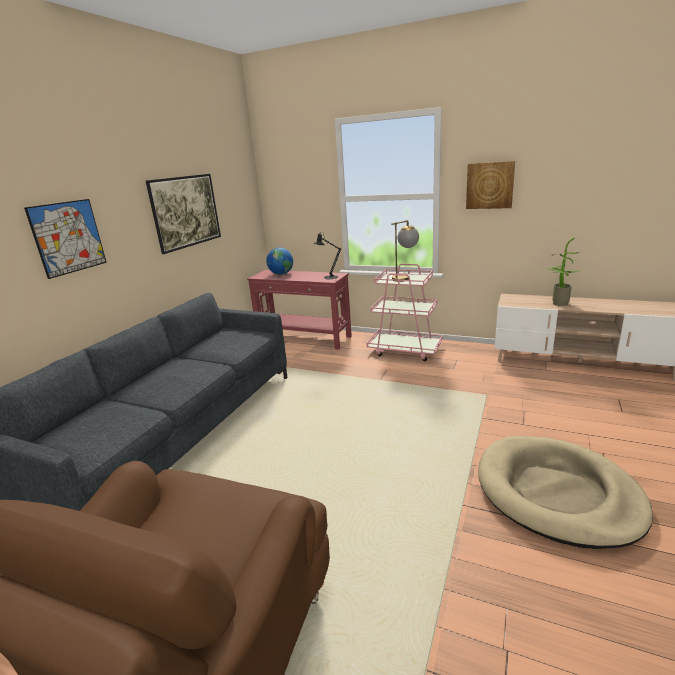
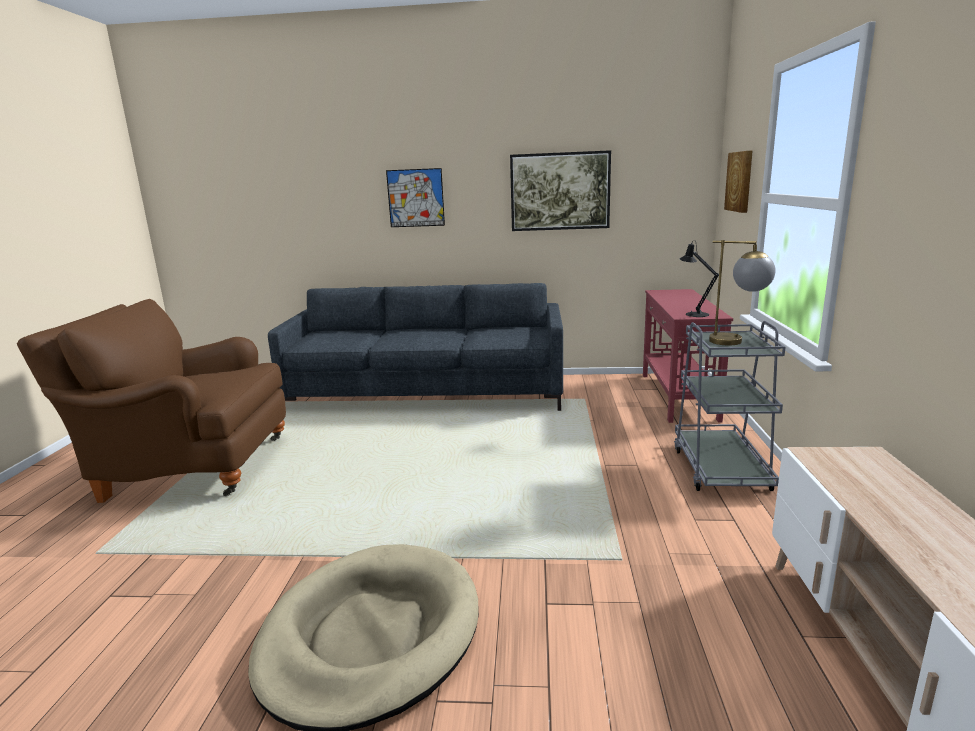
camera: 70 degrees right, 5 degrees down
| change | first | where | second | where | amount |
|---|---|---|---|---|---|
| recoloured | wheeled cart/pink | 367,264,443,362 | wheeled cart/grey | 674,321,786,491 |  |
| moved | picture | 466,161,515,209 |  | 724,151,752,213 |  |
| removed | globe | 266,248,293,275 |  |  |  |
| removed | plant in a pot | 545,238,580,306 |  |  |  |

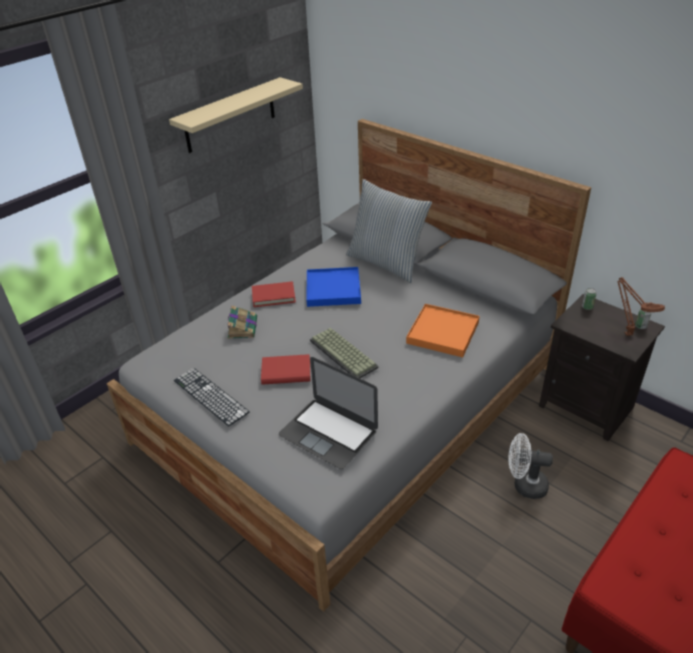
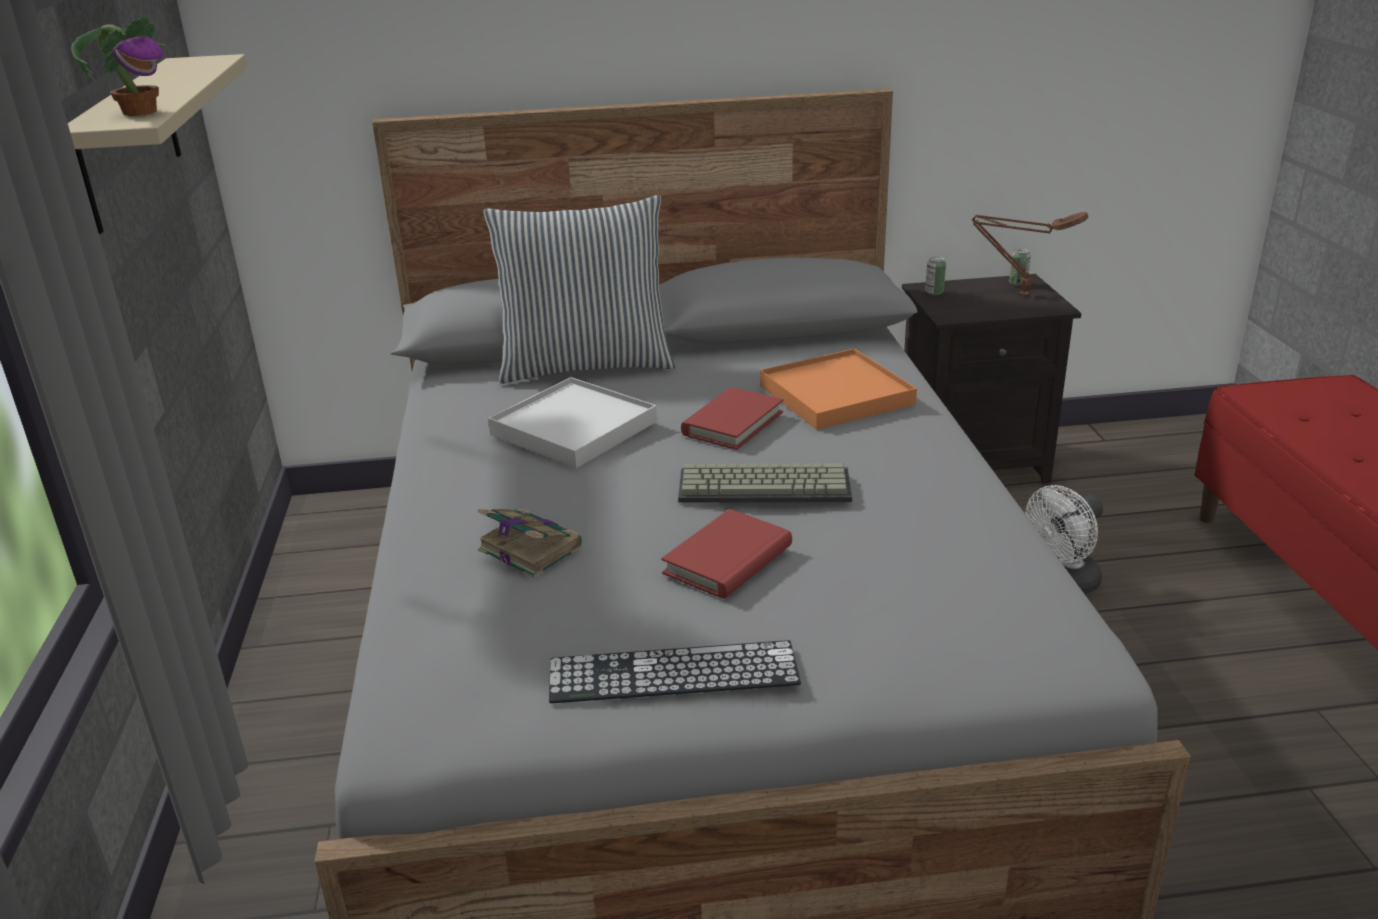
camera: 50 degrees left, 10 degrees down
| change | first | where | second | where | amount |
|---|---|---|---|---|---|
| added |  |  | plant in a pot | 71,16,167,116 |  |
| recoloured | carrying tray/blue | 306,267,361,307 | carrying tray/whitish | 488,377,657,468 |  |
| moved | book/red-coloured | 252,281,296,307 |  | 681,387,783,450 |  |
| removed | notebook computer | 279,357,378,469 |  |  |  |

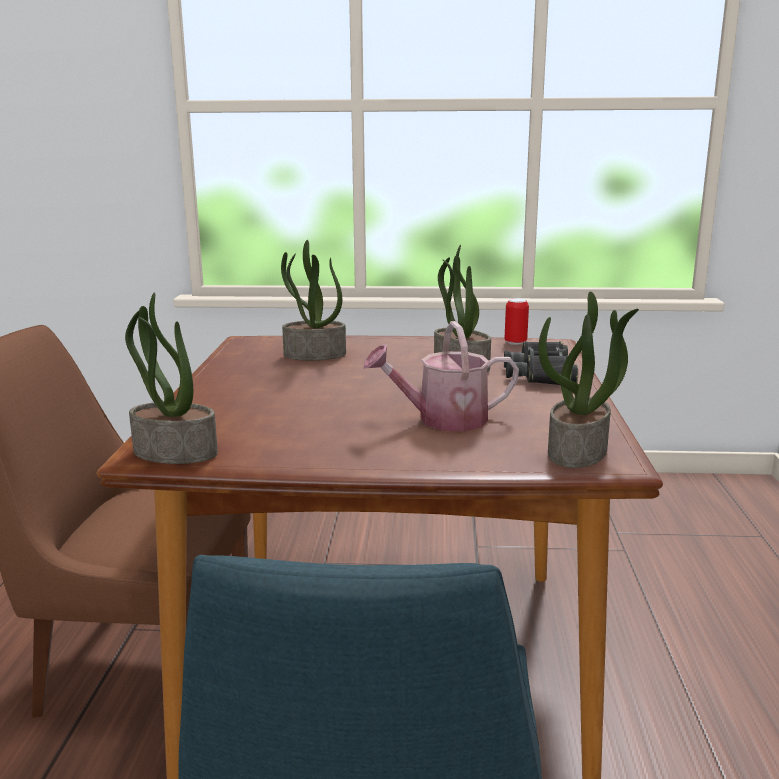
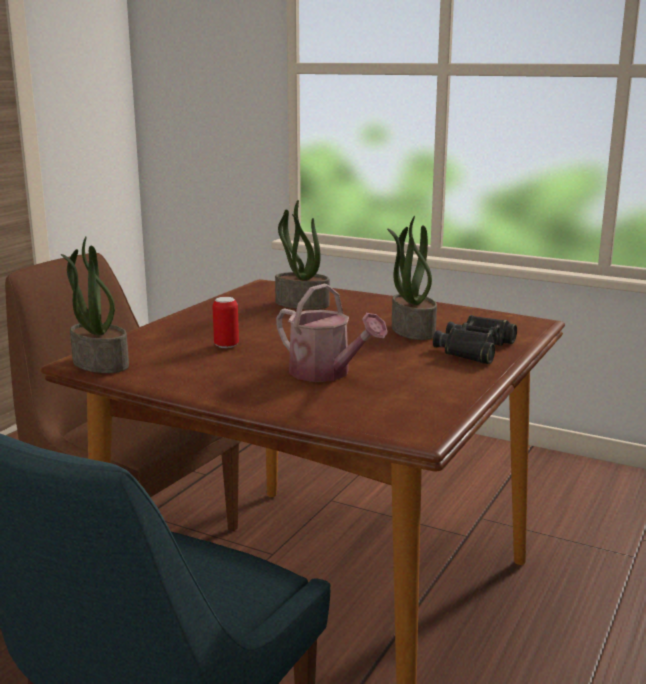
camera: 25 degrees right, 0 degrees up
| change | first | where | second | where | amount |
|---|---|---|---|---|---|
| moved | metal can | 505,298,529,345 |  | 213,297,239,348 |  |
| turned | watering can | 363,321,519,431 |  | 276,284,388,382 | 150 degrees counterclockwise |
| removed | plant in a pot | 538,291,639,468 |  |  |  |

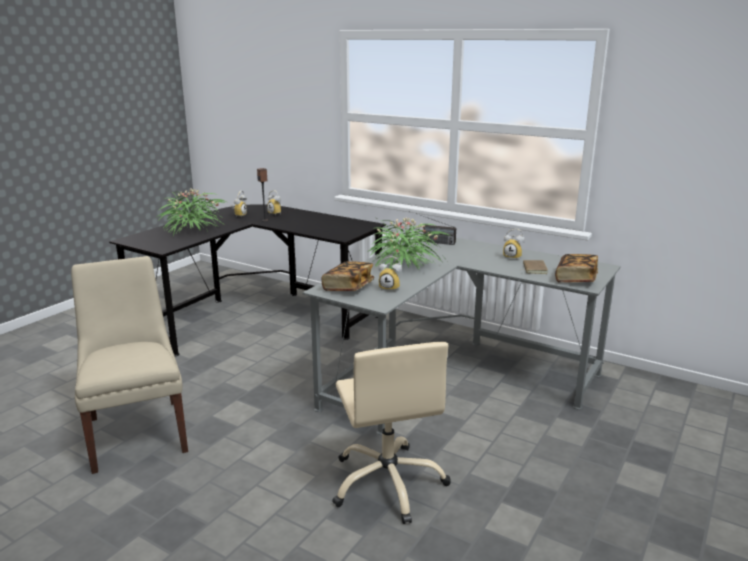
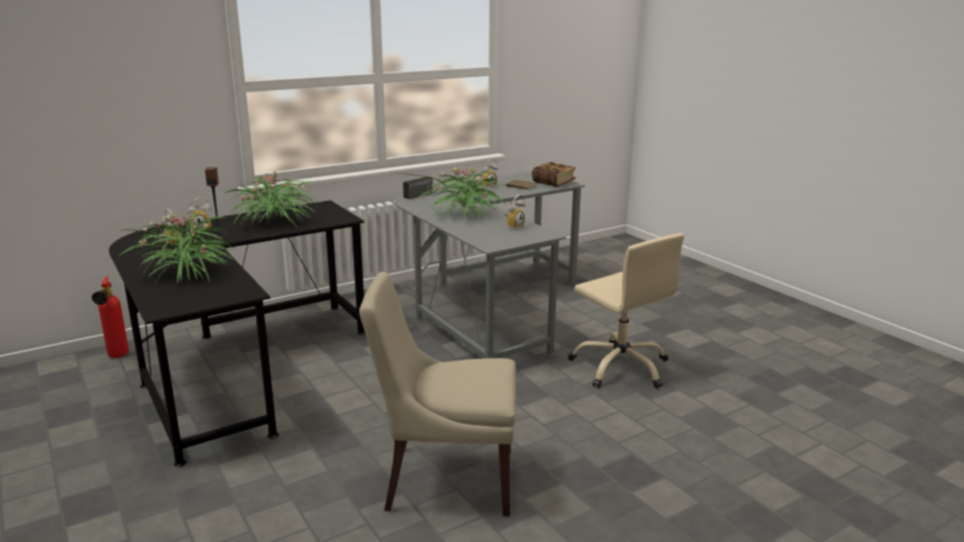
camera: 65 degrees left, 0 degrees up
| change | first | where | second | where | amount |
|---|---|---|---|---|---|
| added |  |  | extinguisher | 92,276,129,358 |  |
| added |  |  | plant in a pot | 225,171,319,227 |  |
| turned | desk chair/sand-coloured | 332,342,451,524 |  | 568,233,684,388 | 45 degrees clockwise |
| removed | book | 322,261,374,291 |  |  |  |

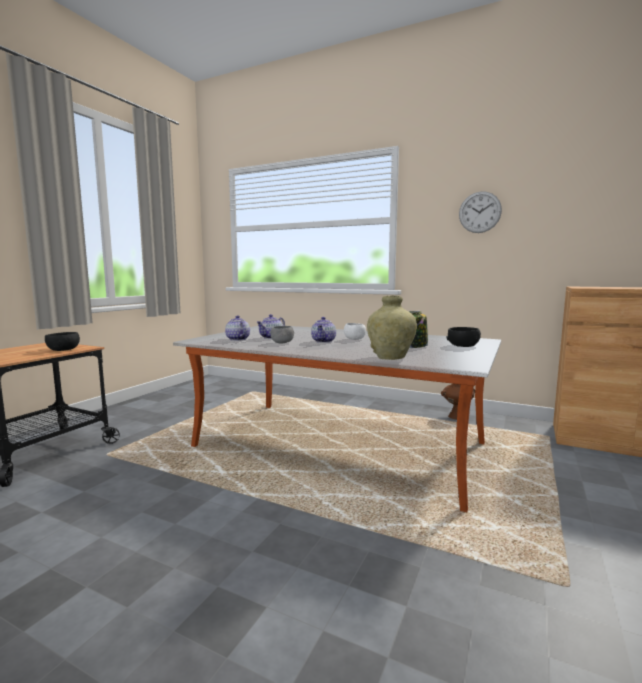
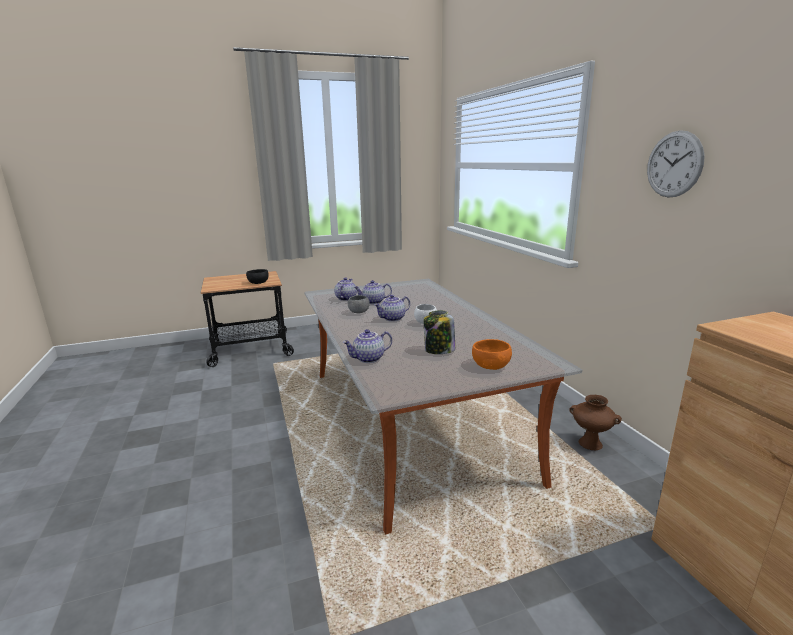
camera: 45 degrees right, 10 degrees up
| change | first | where | second | where | amount |
|---|---|---|---|---|---|
| replaced | flower vase/sand-coloured | 367,295,417,360 | pot for tea | 342,329,392,363 |  |
| recoloured | bowl/black-coloured | 446,327,481,347 | bowl/orange-coloured | 472,339,512,370 |  |

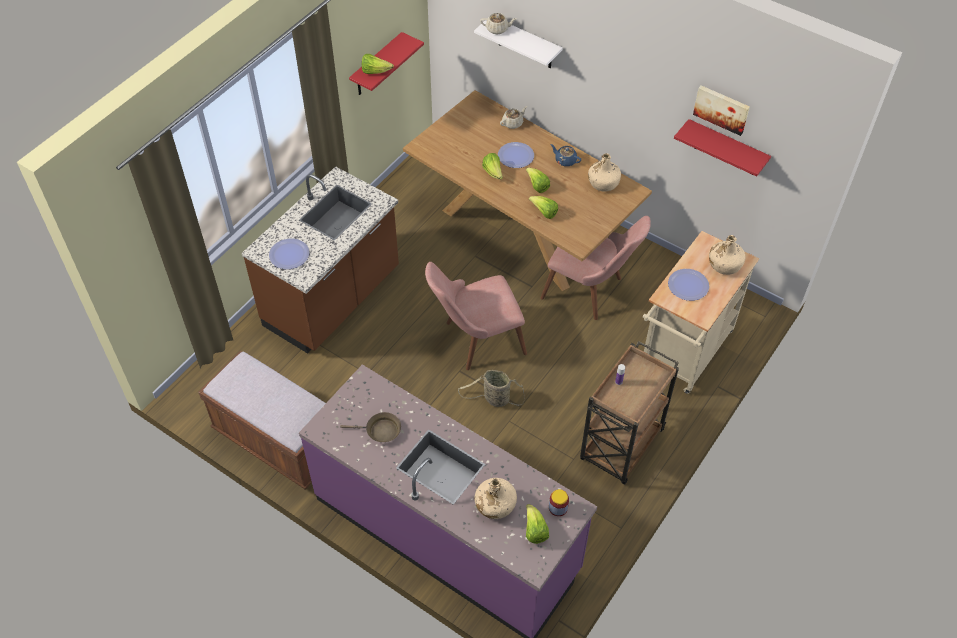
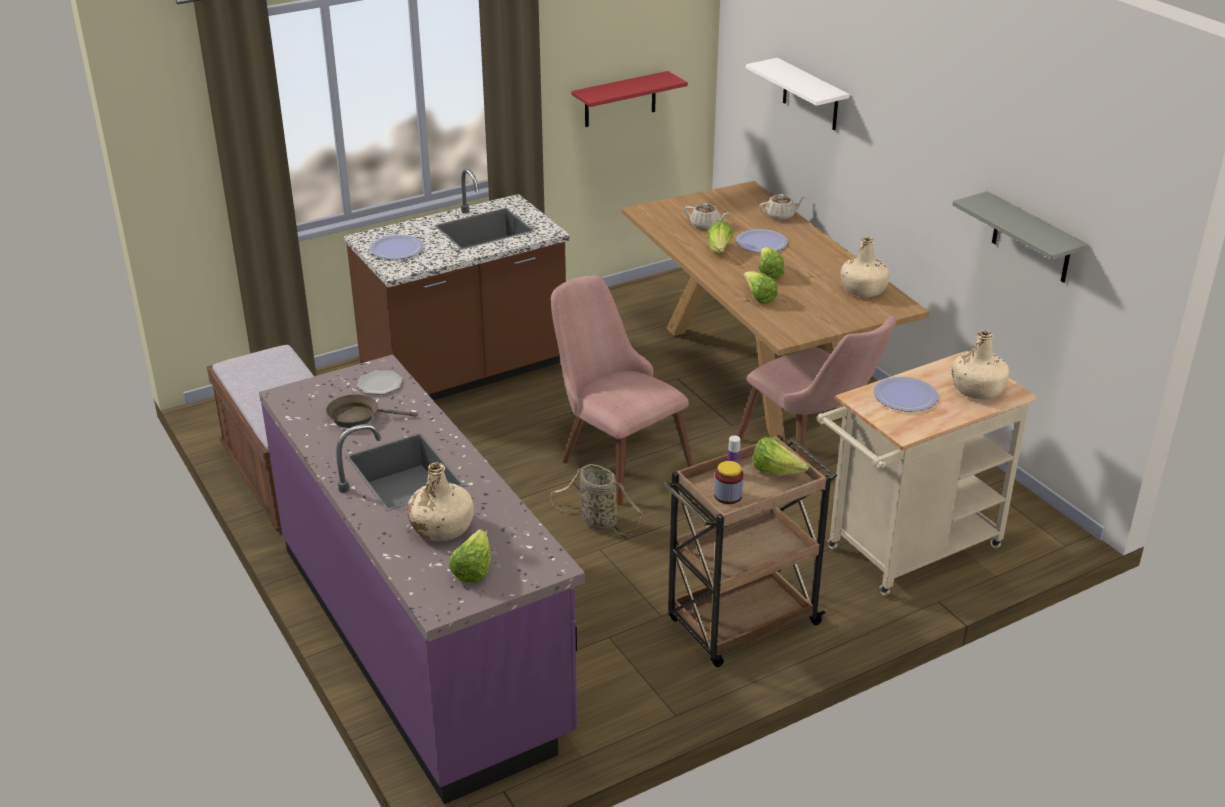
camera: 25 degrees right, 20 degrees down
| change | first | where | second | where | amount |
|---|---|---|---|---|---|
| turned | pan/brown-coloured | 340,412,401,442 |  | 326,394,418,428 | 150 degrees clockwise |
| added |  |  | dinner plate | 357,370,403,395 |  |
| turned | plain chair/pink | 425,262,527,370 |  | 551,275,694,505 | 45 degrees clockwise |
| moved | pot for tea/sand-coloured | 480,13,517,34 |  | 685,203,730,230 |  |
| moved | preserve jar | 549,489,569,516 |  | 714,461,743,504 |  |
| moved | lettuce | 362,54,394,74 |  | 753,437,809,475 |  |
| recoloured | bracket shelf/red-coloured | 674,119,771,177 | bracket shelf/grey | 952,191,1088,283 |  |
| removed | pot for tea/blue | 550,144,581,167 |  |  |  |
| removed | picture | 693,85,750,136 |  |  |  |

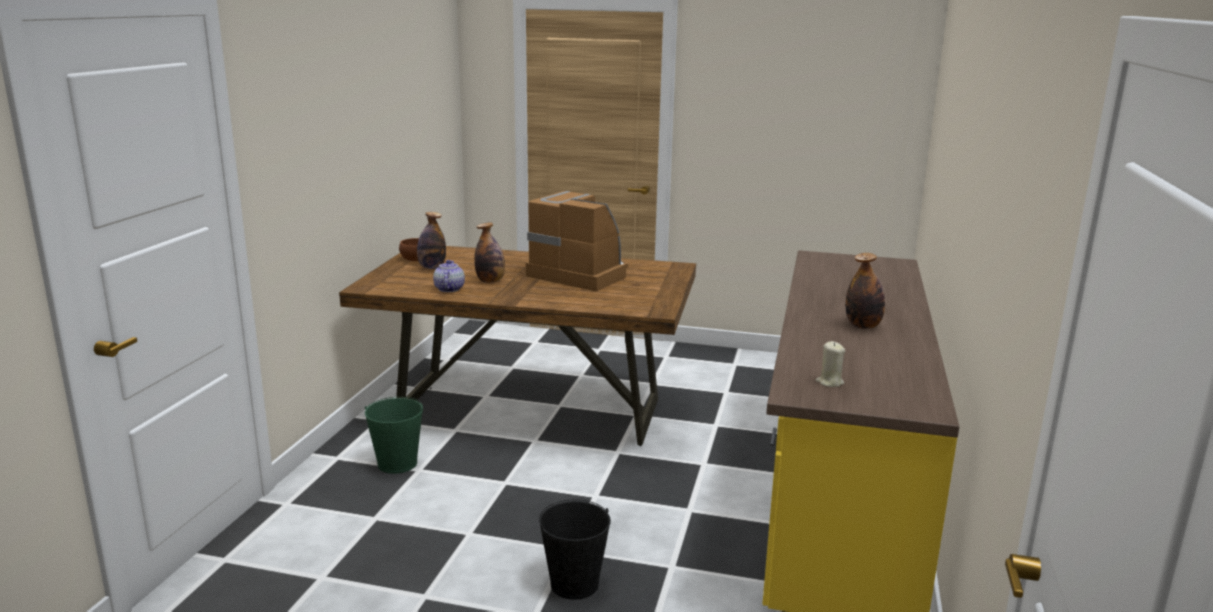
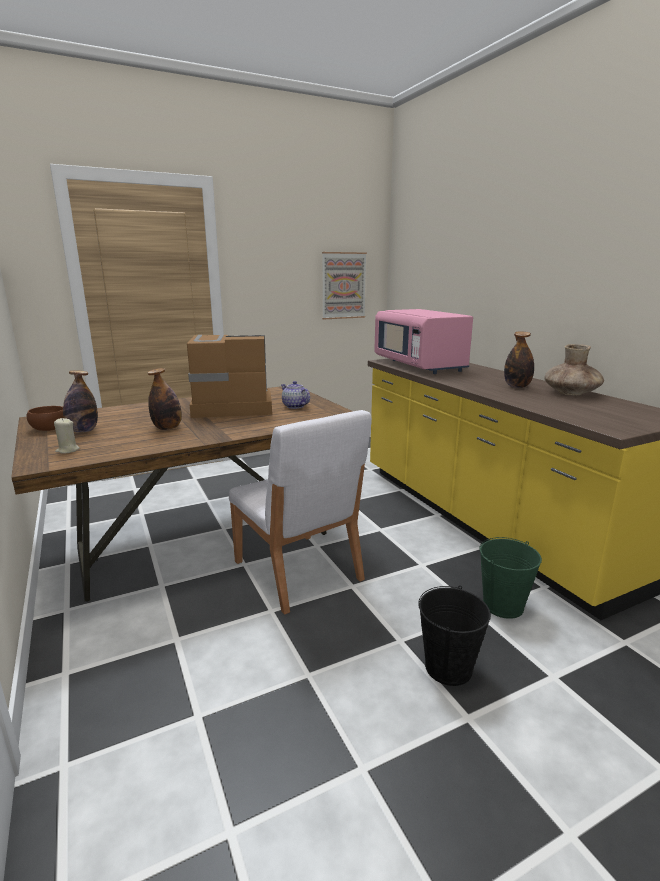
camera: 40 degrees left, 0 degrees up
| change | first | where | second | where | amount |
|---|---|---|---|---|---|
| moved | candle/sand-coloured | 816,341,845,387 |  | 54,418,80,454 |  |
| added |  |  | plain chair/whitish | 229,410,372,615 |  |
| moved | pot for tea | 433,260,465,292 |  | 281,381,310,409 |  |
| added |  |  | picture | 322,252,367,319 |  |
| added |  |  | kitchen microwave/pink | 374,309,473,374 |  |
| moved | bucket/greenish | 365,397,424,474 |  | 479,537,542,619 |  |
| added |  |  | flower vase/brown-coloured | 544,344,604,395 |  |

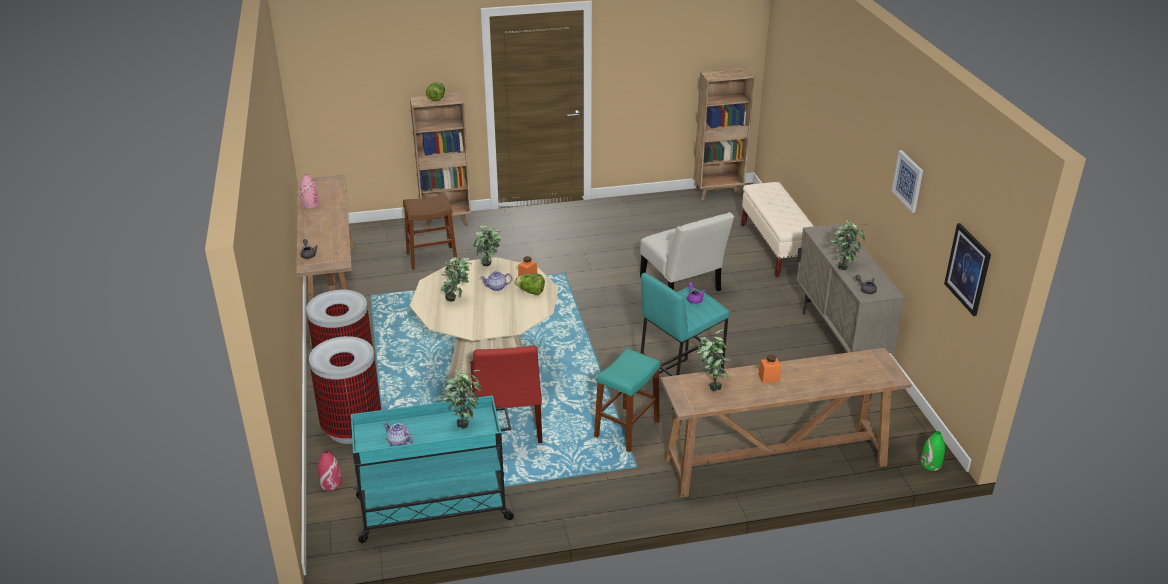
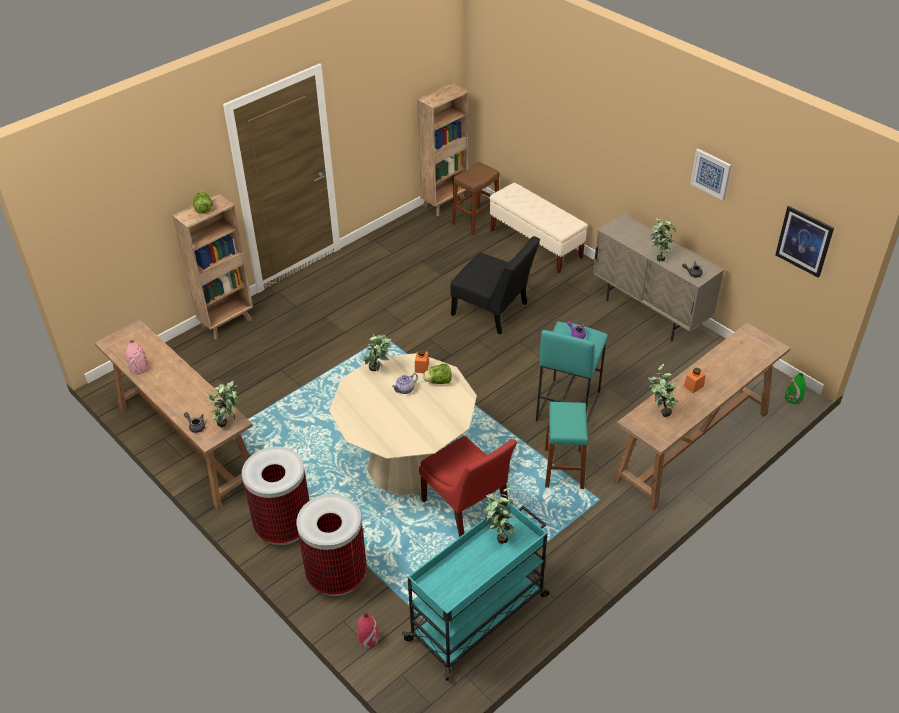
camera: 30 degrees left, 10 degrees up
| change | first | where | second | where | amount |
|---|---|---|---|---|---|
| moved | plant in a pot | 440,257,472,302 |  | 207,381,238,427 |  |
| recoloured | plain chair/whitish | 640,212,734,291 | plain chair/black-coloured | 450,236,540,335 |  |
| moved | stool seat/brown-coloured | 403,194,457,270 |  | 452,162,500,235 |  |
| removed | pot for tea | 383,422,413,446 |  |  |  |

